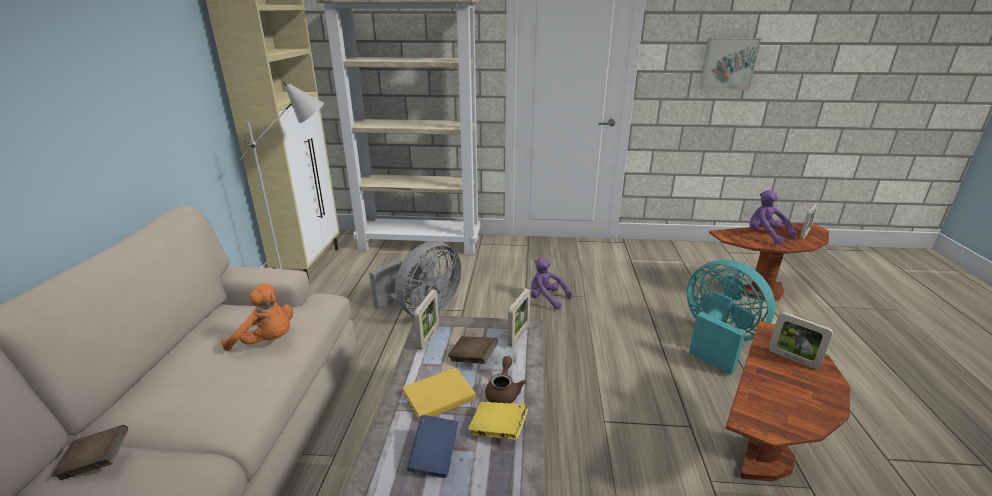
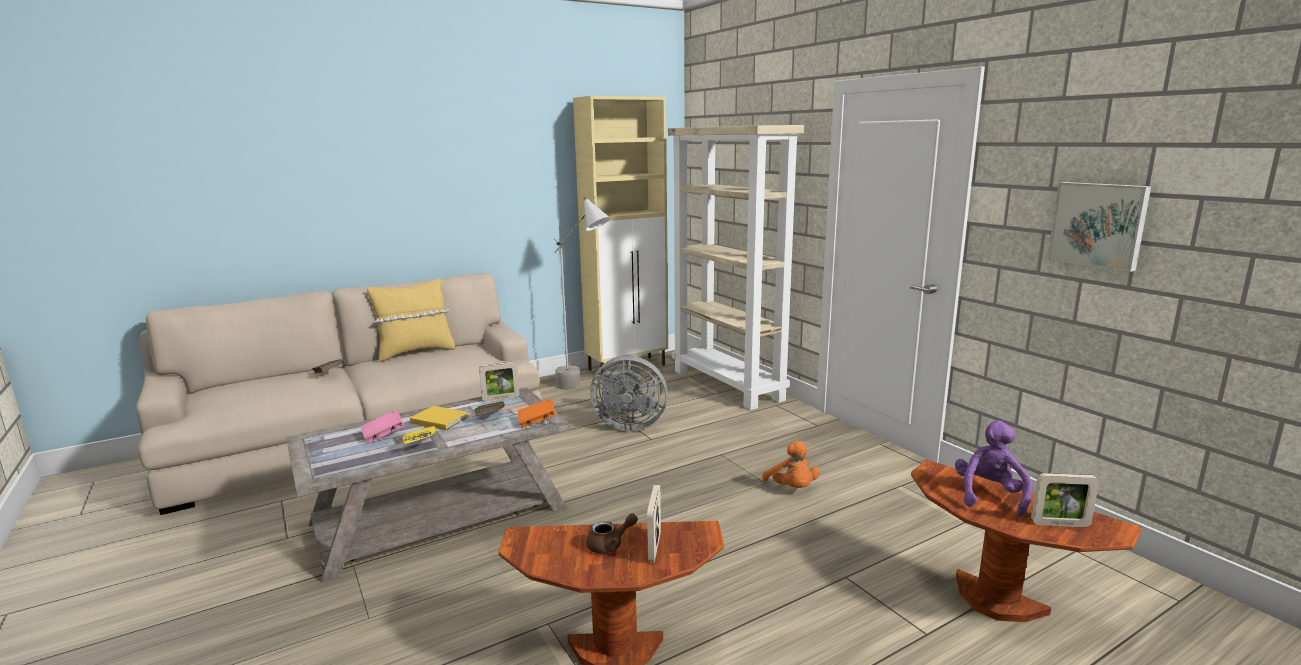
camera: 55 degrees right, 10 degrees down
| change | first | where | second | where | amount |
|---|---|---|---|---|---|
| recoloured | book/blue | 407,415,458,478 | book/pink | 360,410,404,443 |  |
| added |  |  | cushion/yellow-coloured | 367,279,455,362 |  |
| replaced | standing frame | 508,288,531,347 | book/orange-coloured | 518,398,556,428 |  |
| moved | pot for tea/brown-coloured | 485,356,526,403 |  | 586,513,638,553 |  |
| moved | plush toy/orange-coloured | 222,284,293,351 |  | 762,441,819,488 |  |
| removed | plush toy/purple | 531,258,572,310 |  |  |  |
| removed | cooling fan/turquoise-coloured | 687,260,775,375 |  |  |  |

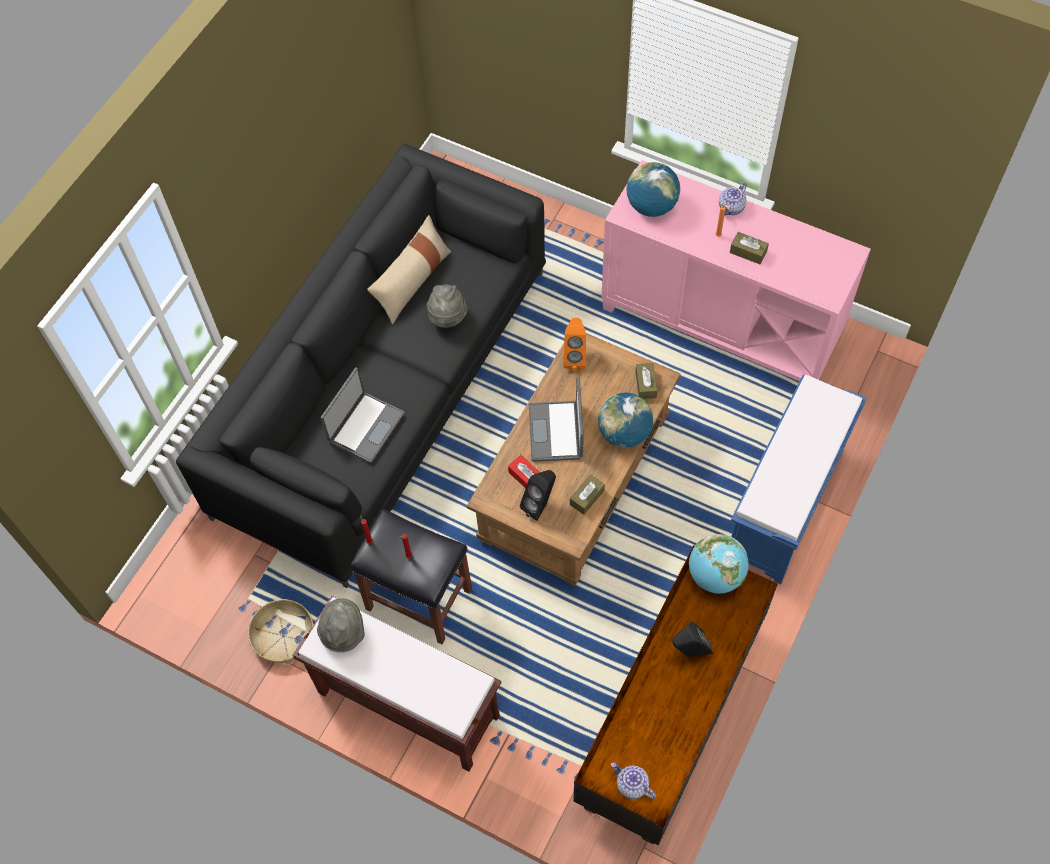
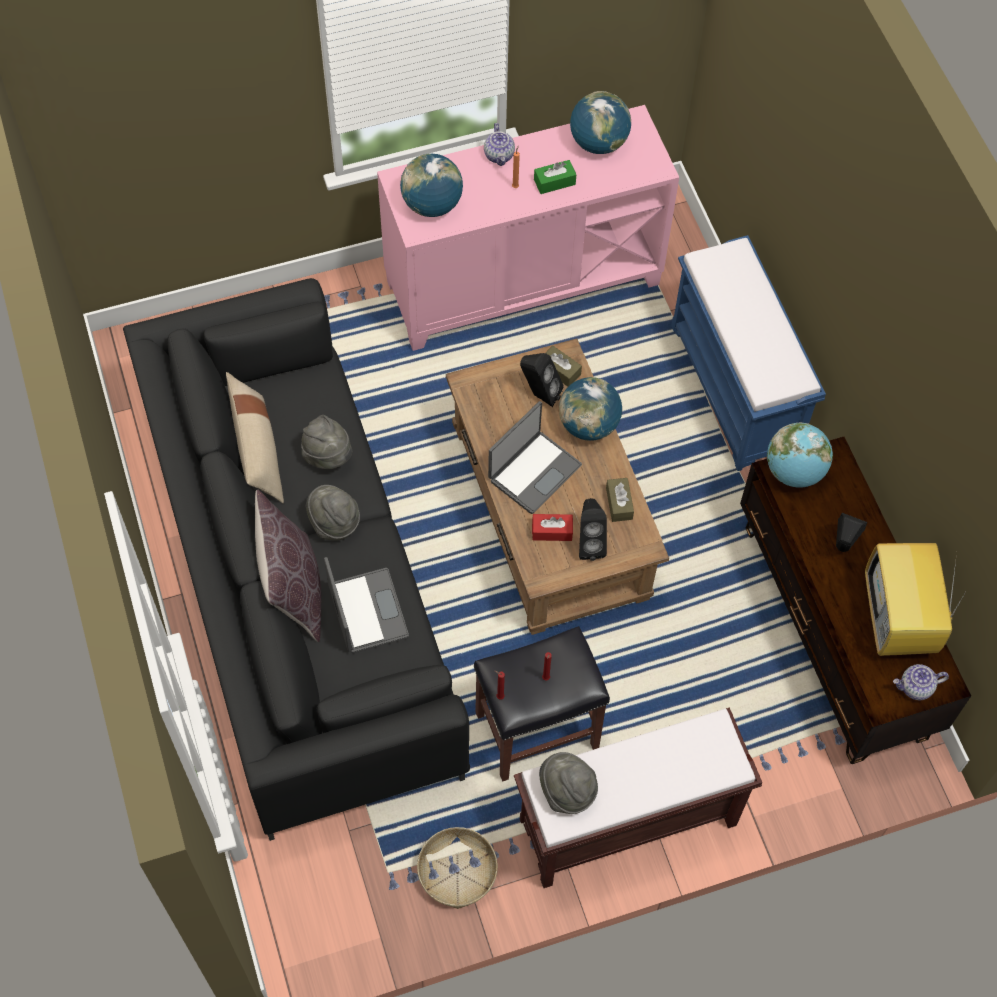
camera: 50 degrees left, 0 degrees up
| change | first | where | second | where | amount |
|---|---|---|---|---|---|
| added |  |  | cushion/brown-coloured | 255,490,321,642 |  |
| added |  |  | hat/grey | 306,485,360,541 |  |
| turned | notebook computer | 529,377,584,462 |  | 488,401,582,514 | 90 degrees counterclockwise |
| added |  |  | speaker/black-coloured | 520,353,564,407 |  |
| recoloured | tissue holder/brown-coloured | 730,232,769,264 | tissue holder/greenish | 534,160,576,194 |  |
| added |  |  | globe | 570,91,631,154 |  |
| added |  |  | television | 865,543,967,656 |  |
| removed | speaker/orange-coloured | 563,318,586,370 |  |  |  |

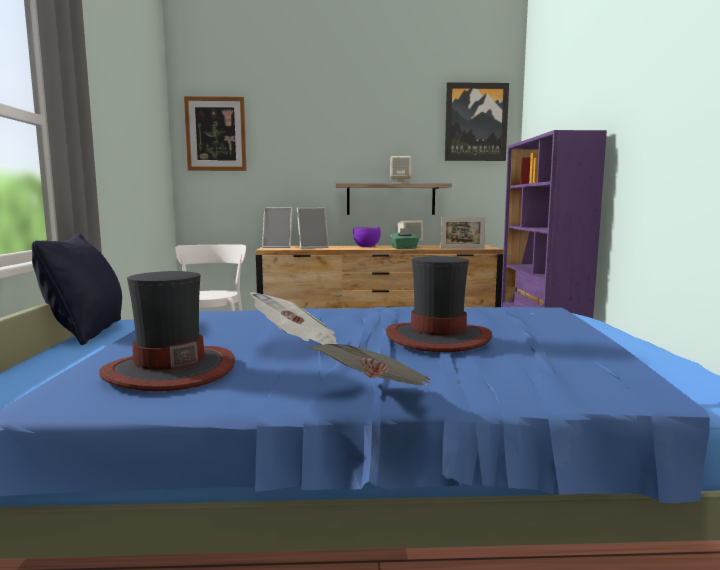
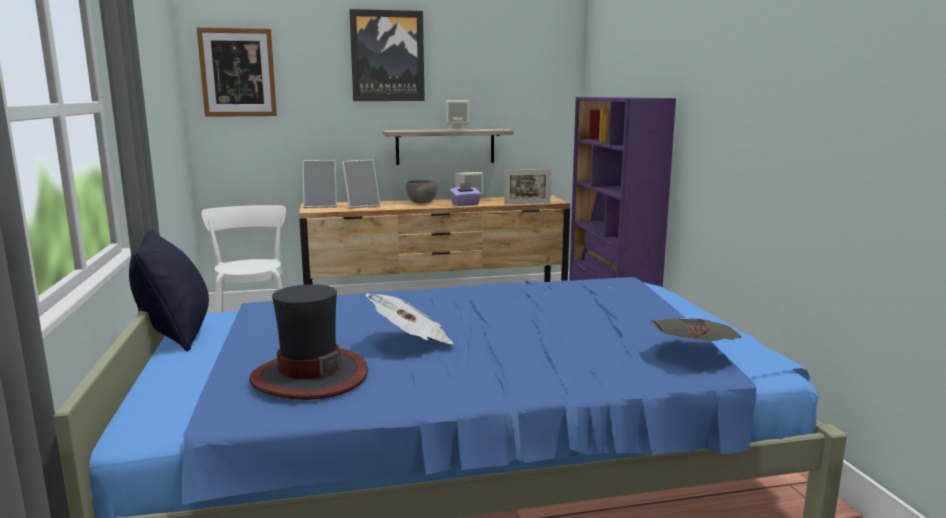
camera: 10 degrees left, 5 degrees up
| change | first | where | second | where | amount |
|---|---|---|---|---|---|
| moved | picture | 445,82,509,161 |  | 349,9,425,101 |  |
| recoloured | bowl/purple | 353,227,381,247 | bowl/grey | 406,180,437,203 |  |
| recoloured | tissue holder/greenish | 391,228,419,249 | tissue holder/purple | 449,183,481,206 |  |
| moved | newspaper | 309,344,432,385 |  | 650,318,742,341 |  |
| removed | hat | 386,256,492,352 |  |  |  |

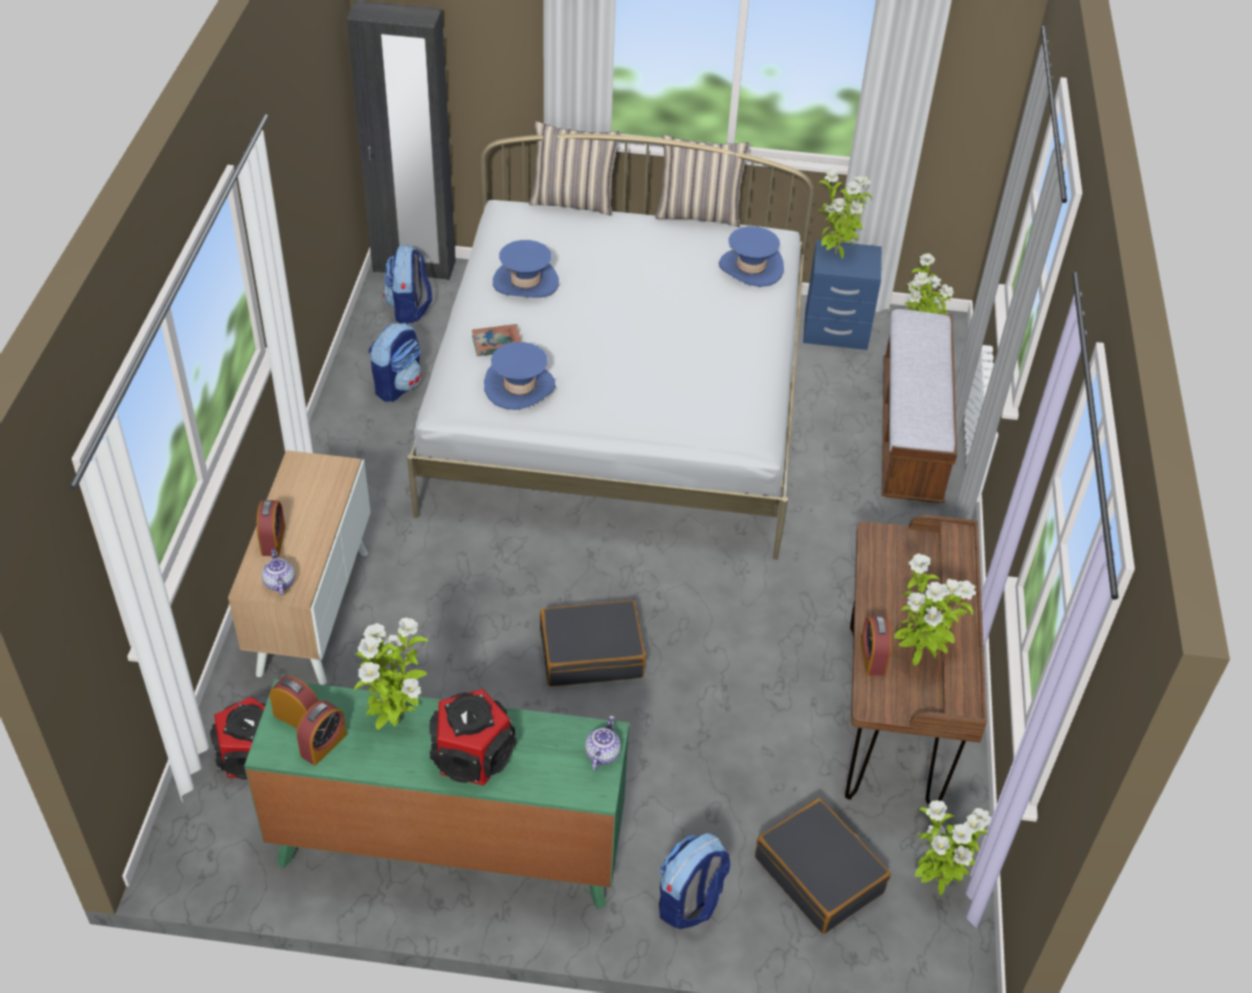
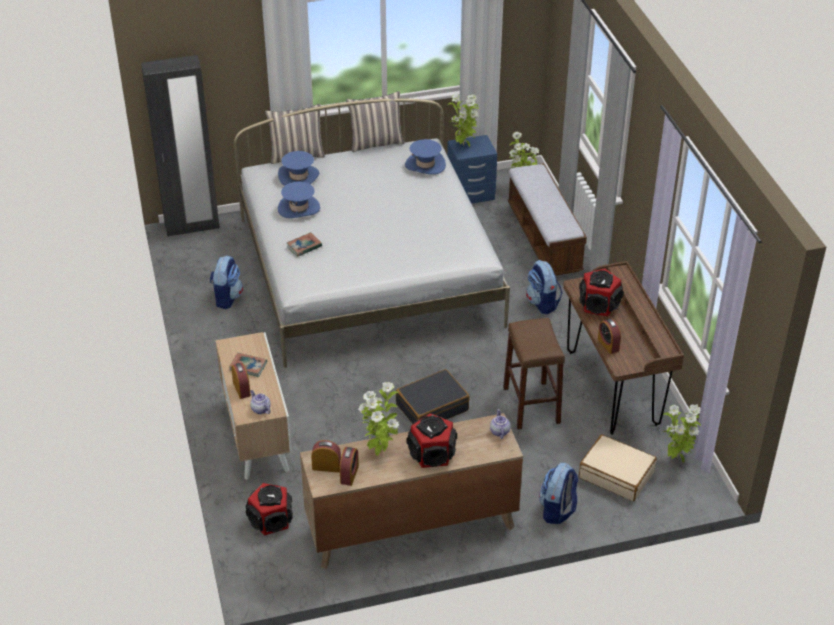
camera: 20 degrees left, 5 degrees down
| change | first | where | second | where | amount |
|---|---|---|---|---|---|
| added |  |  | book | 229,353,267,377 |  |
| moved | hat/blue | 484,342,555,410 |  | 278,151,319,186 |  |
| recoloured | drawer chest/greenish | 244,679,629,910 | drawer chest/brown-coloured | 300,413,523,569 |  |
| added |  |  | stool seat/brown-coloured | 503,318,565,429 |  |
| moved | knapsack | 383,244,432,324 |  | 526,260,563,314 |  |
| added |  |  | speaker | 579,268,624,316 |  |
| recoloured | travel case/black-coloured | 755,798,891,934 | travel case/sand-coloured | 579,435,657,501 |  |
| removed | plant in a pot | 894,554,976,665 |  |  |  |

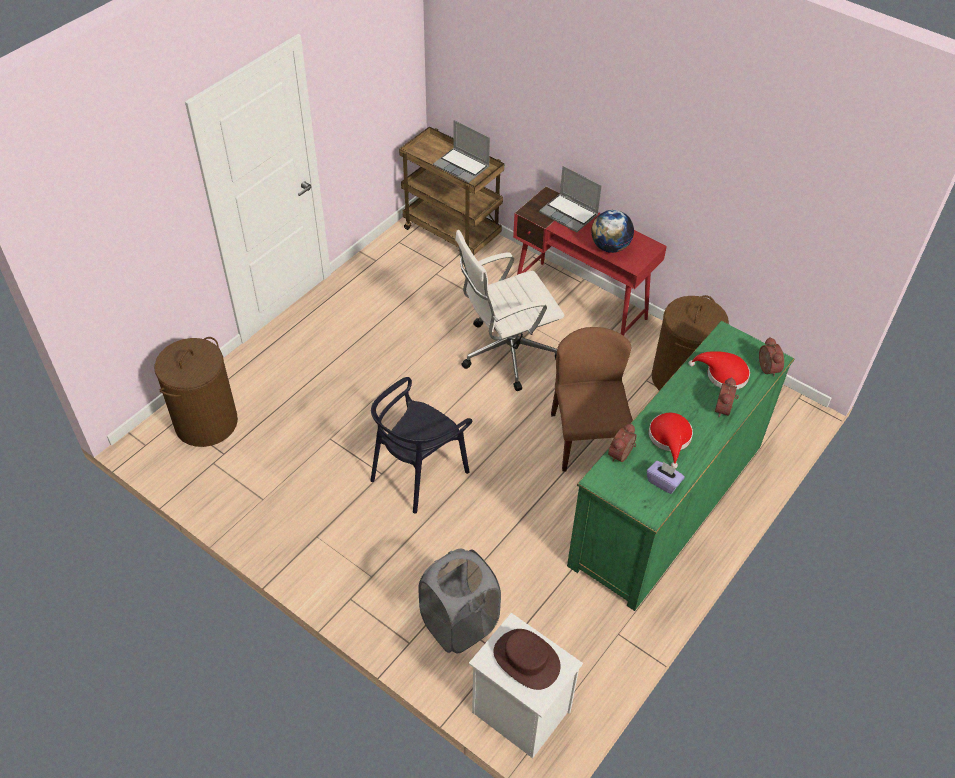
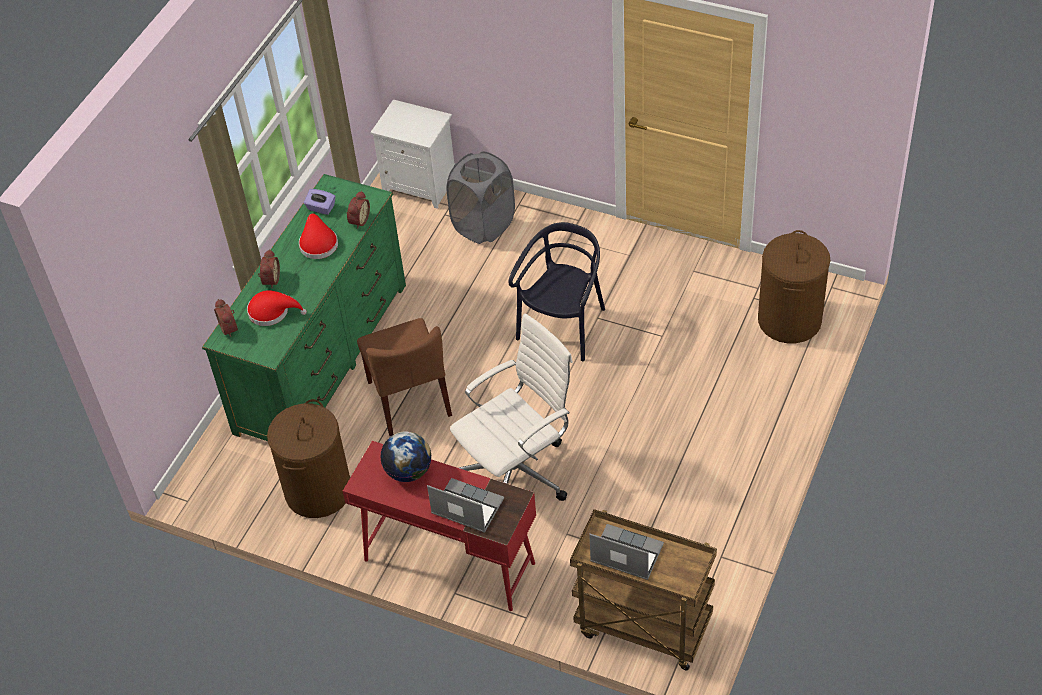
camera: 170 degrees right, 0 degrees up
| change | first | where | second | where | amount |
|---|---|---|---|---|---|
| removed | hat/brown-coloured | 494,629,561,690 |  |  |  |

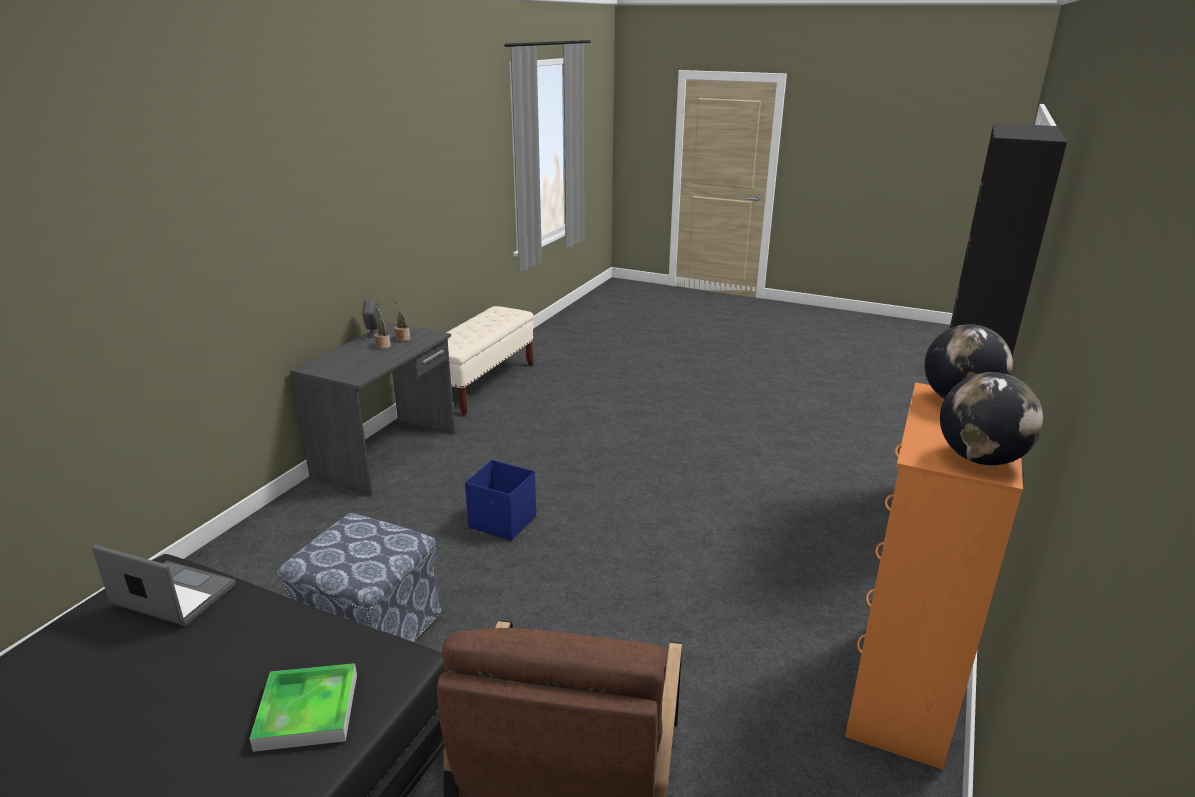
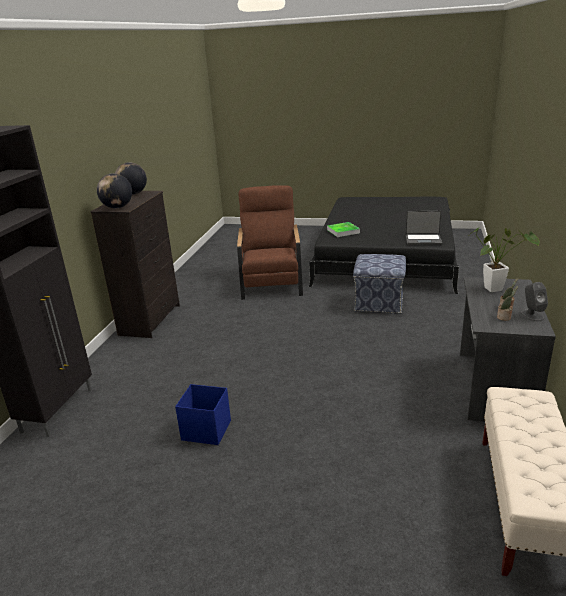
camera: 170 degrees right, 0 degrees up
| change | first | where | second | where | amount |
|---|---|---|---|---|---|
| recoloured | drawer chest/orange-coloured | 845,383,1023,770 | drawer chest/black-coloured | 90,191,180,338 |  |
| moved | storage container/blue | 465,460,536,541 |  | 175,384,231,445 |  |
| added |  |  | plant in a pot | 469,228,540,292 |  |

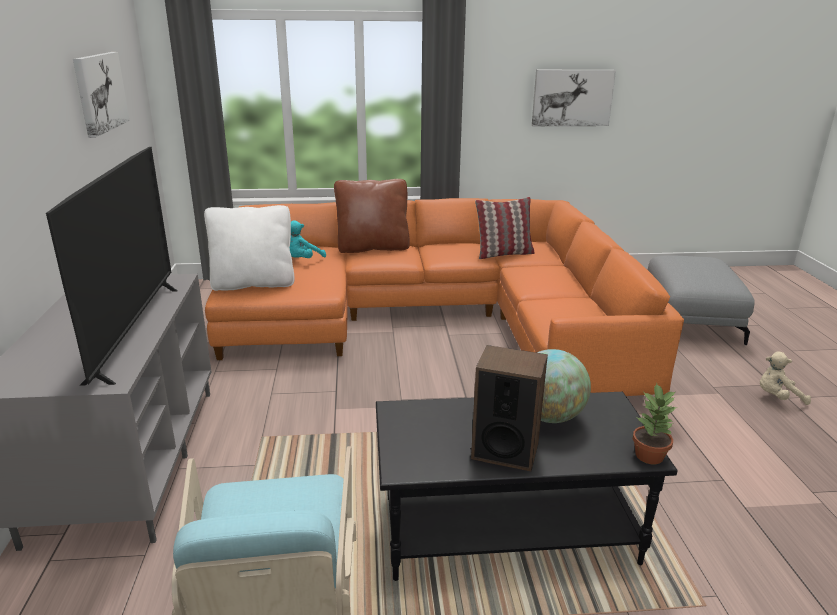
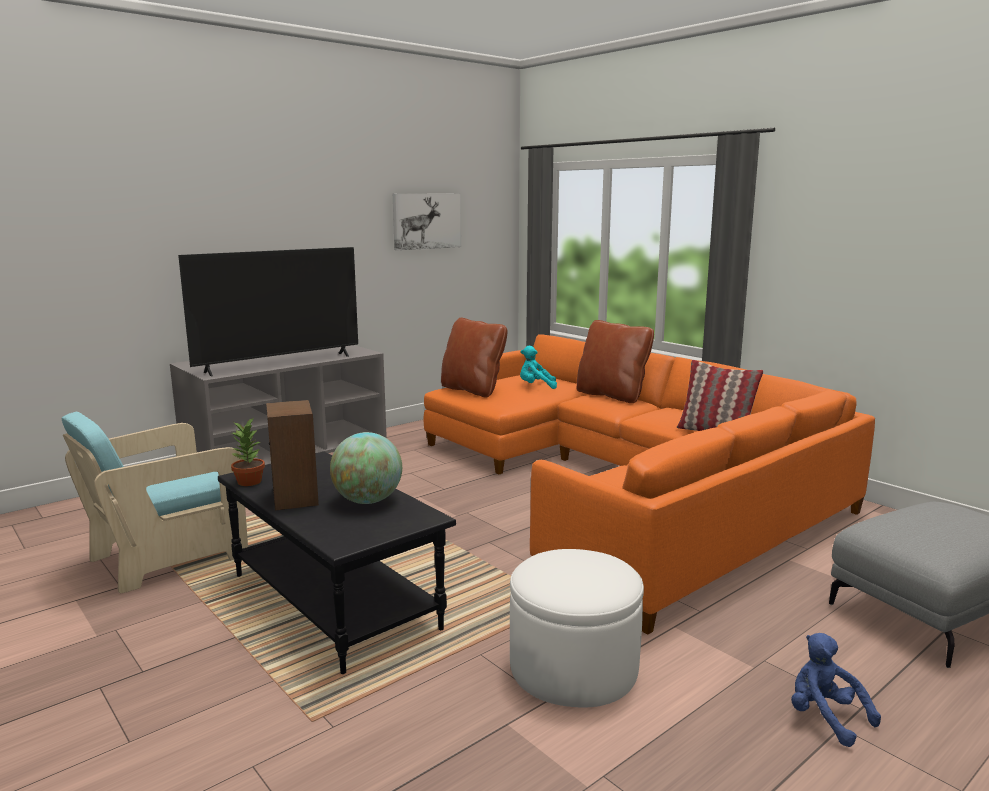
camera: 55 degrees right, 10 degrees down
| change | first | where | second | where | amount |
|---|---|---|---|---|---|
| moved | plant in a pot | 633,383,677,464 |  | 230,417,265,486 |  |
| recoloured | cushion/whitish | 204,205,294,291 | cushion/brown-coloured | 441,318,508,398 |  |
| added |  |  | ottoman/whitish | 510,549,644,707 |  |
| recoloured | plush toy/sand-coloured | 760,351,811,405 | plush toy/blue | 791,633,881,747 |  |
| removed | picture | 532,70,616,126 |  |  |  |

